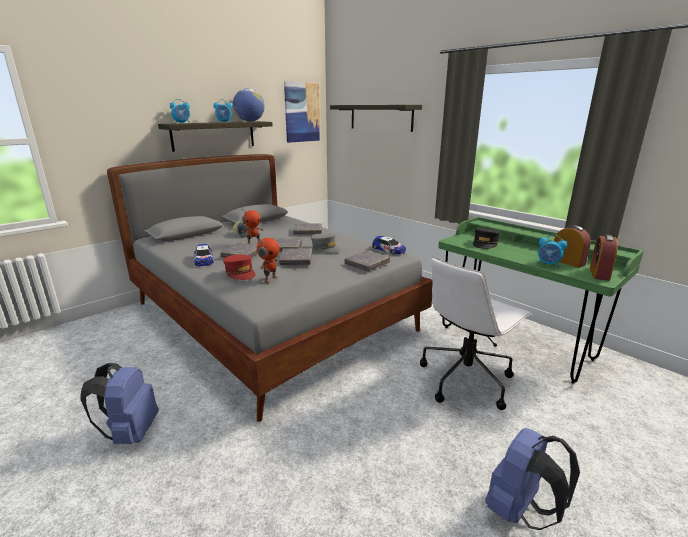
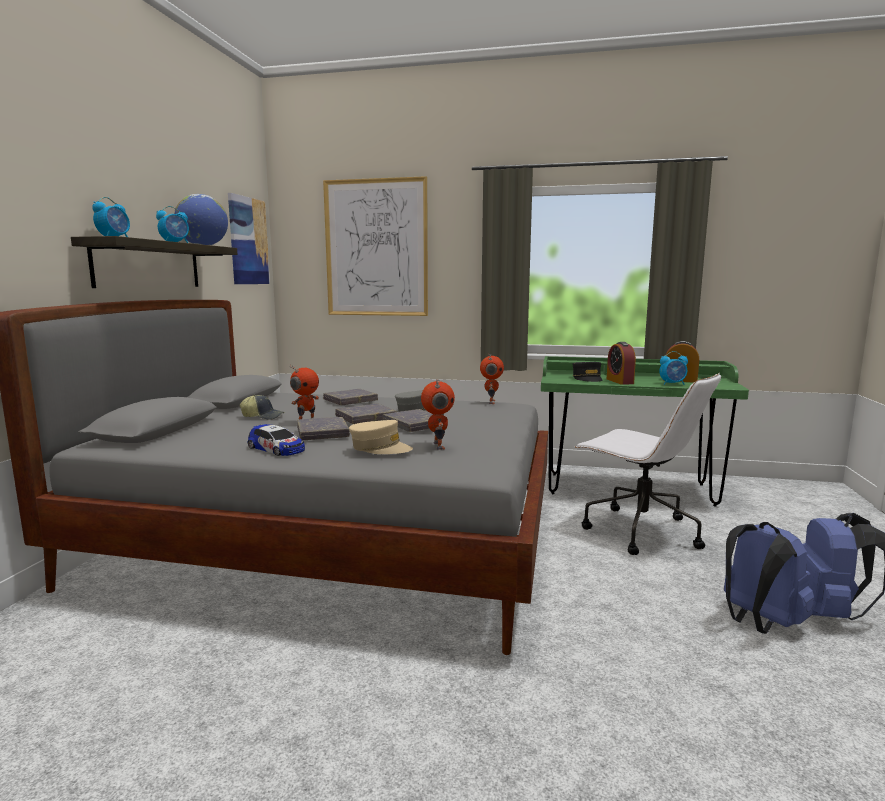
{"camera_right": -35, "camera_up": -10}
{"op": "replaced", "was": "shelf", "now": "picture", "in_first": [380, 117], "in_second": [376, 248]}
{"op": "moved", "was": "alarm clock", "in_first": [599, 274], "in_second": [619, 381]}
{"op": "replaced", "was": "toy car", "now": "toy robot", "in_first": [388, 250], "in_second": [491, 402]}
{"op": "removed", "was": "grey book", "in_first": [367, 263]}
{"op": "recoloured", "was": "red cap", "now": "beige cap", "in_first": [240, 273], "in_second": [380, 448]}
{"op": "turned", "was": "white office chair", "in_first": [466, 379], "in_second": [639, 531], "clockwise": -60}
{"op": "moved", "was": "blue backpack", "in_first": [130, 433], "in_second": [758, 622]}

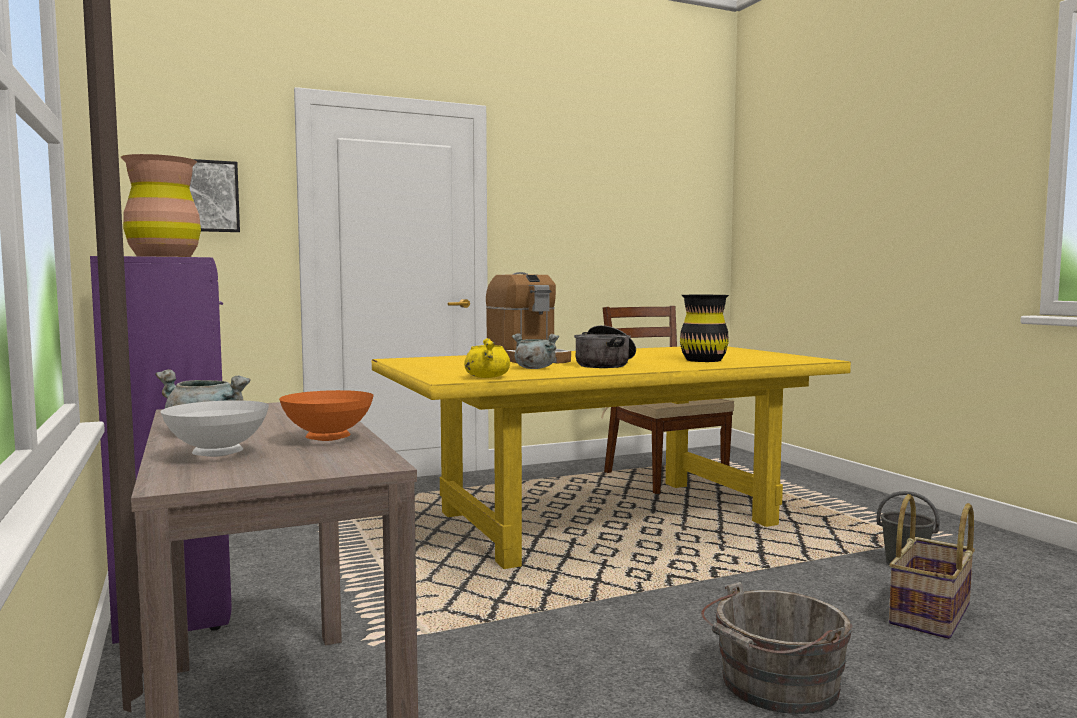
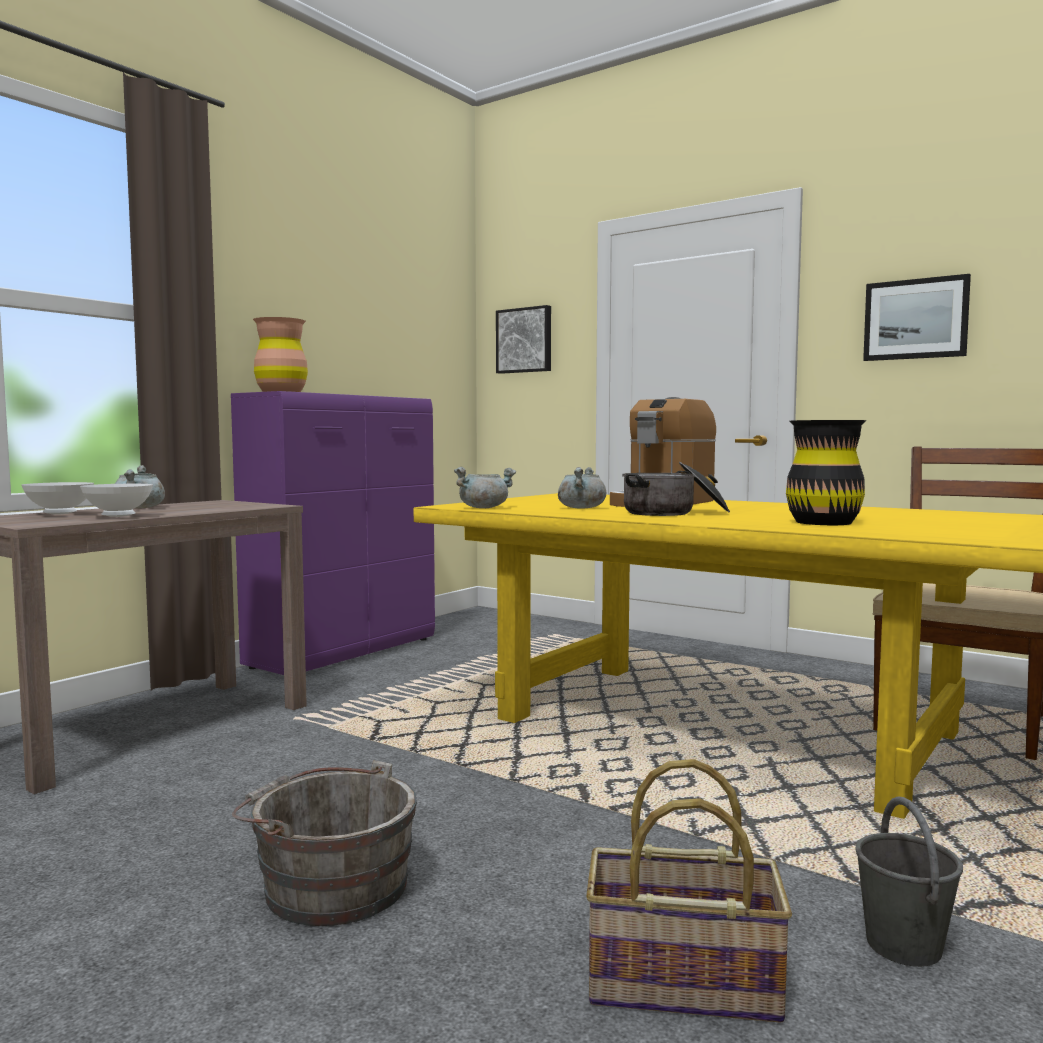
{"camera_right": 60, "camera_up": 0}
{"op": "recoloured", "was": "yellow cooking pot", "now": "grey cooking pot", "in_first": [486, 377], "in_second": [484, 508]}
{"op": "recoloured", "was": "orange bowl", "now": "white bowl", "in_first": [330, 439], "in_second": [119, 516]}
{"op": "added", "now": "picture", "in_second": [915, 319]}

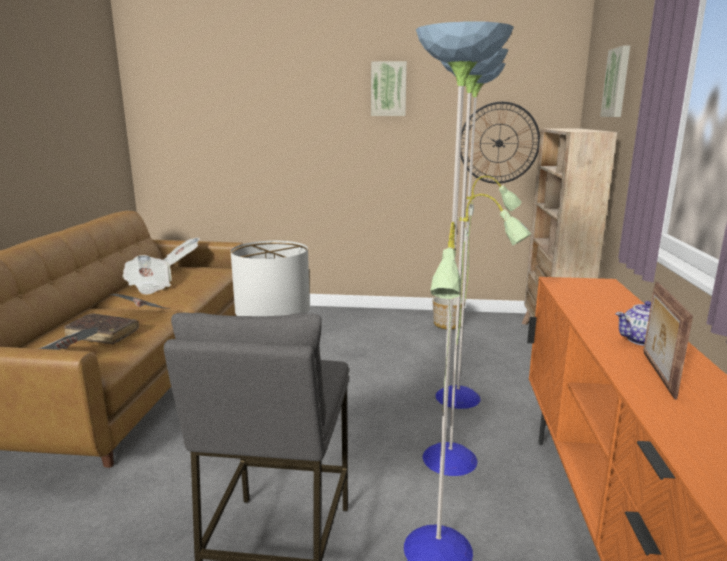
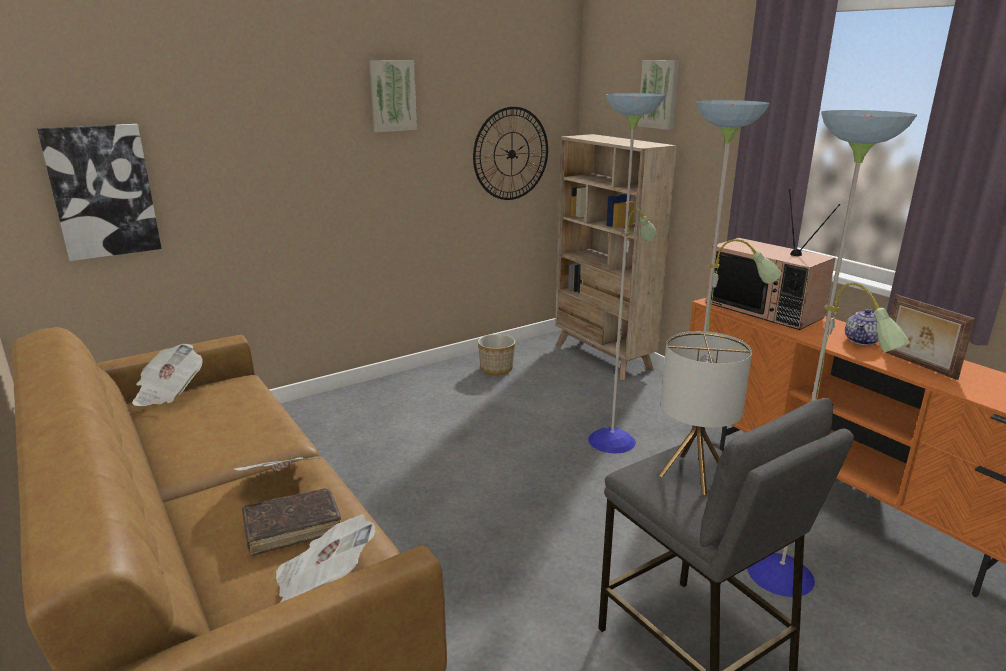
{"camera_right": -40, "camera_up": 5}
{"op": "removed", "was": "newspaper", "in_first": [149, 287]}
{"op": "added", "now": "picture", "in_second": [102, 191]}
{"op": "added", "now": "television", "in_second": [765, 310]}

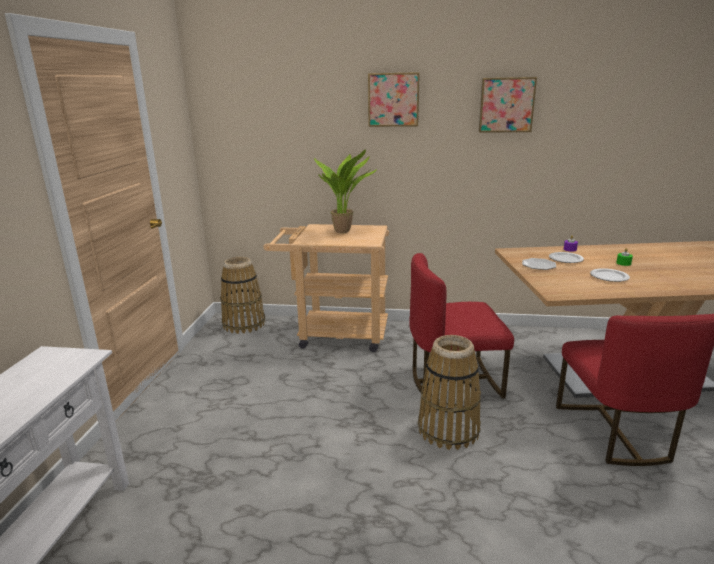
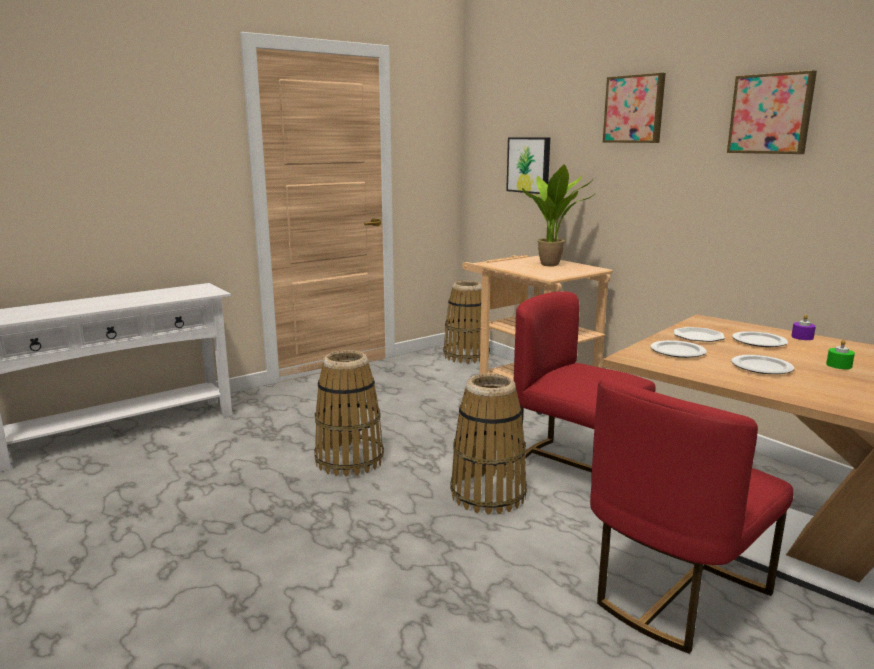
{"camera_right": 45, "camera_up": -5}
{"op": "added", "now": "picture", "in_second": [529, 165]}
{"op": "added", "now": "plate", "in_second": [678, 352]}
{"op": "added", "now": "basket", "in_second": [349, 460]}

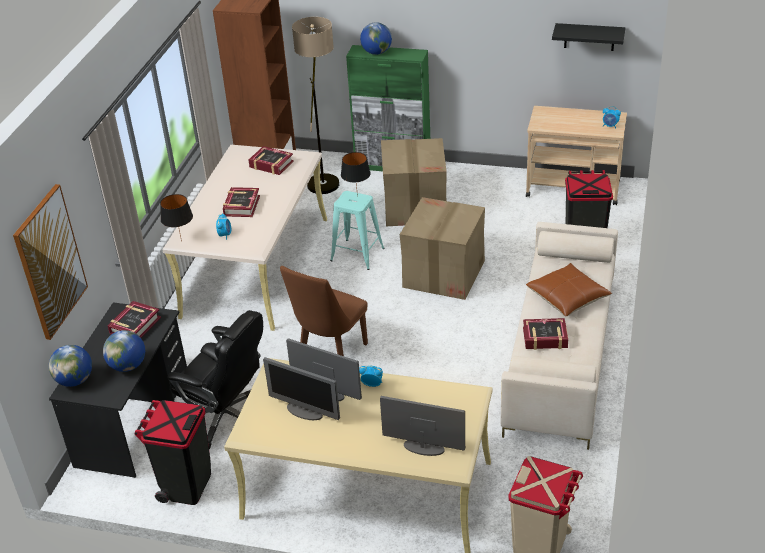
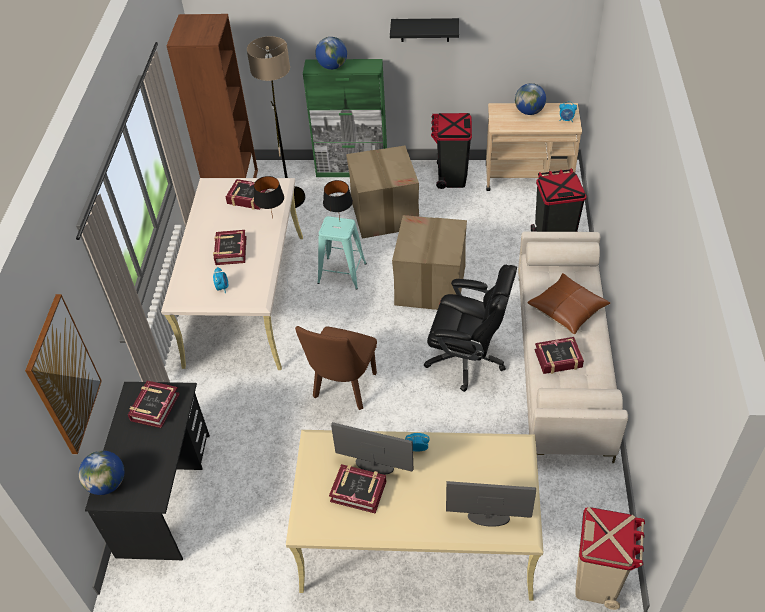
{"camera_right": -10, "camera_up": 10}
{"op": "moved", "was": "black shelf", "in_first": [589, 37], "in_second": [425, 30]}
{"op": "moved", "was": "black table lamp", "in_first": [181, 241], "in_second": [273, 219]}
{"op": "moved", "was": "black office chair", "in_first": [226, 418], "in_second": [467, 359]}
{"op": "moved", "was": "globe", "in_first": [128, 366], "in_second": [529, 111]}
{"op": "replaced", "was": "monitor", "now": "book", "in_first": [305, 411], "in_second": [358, 491]}
{"op": "moved", "was": "black trash can", "in_first": [186, 485], "in_second": [451, 177]}

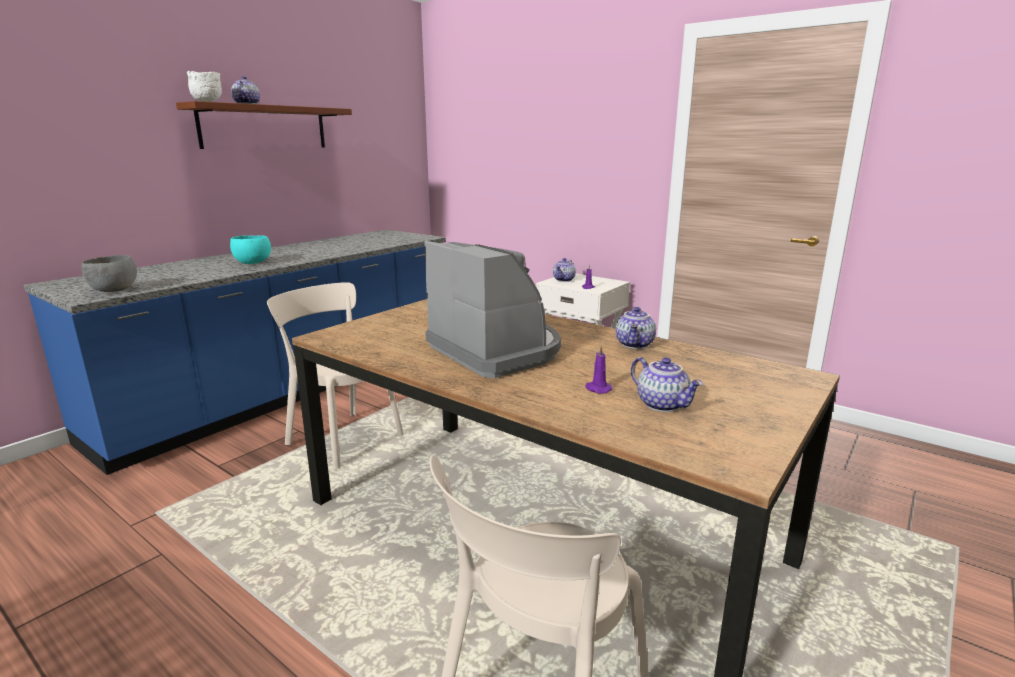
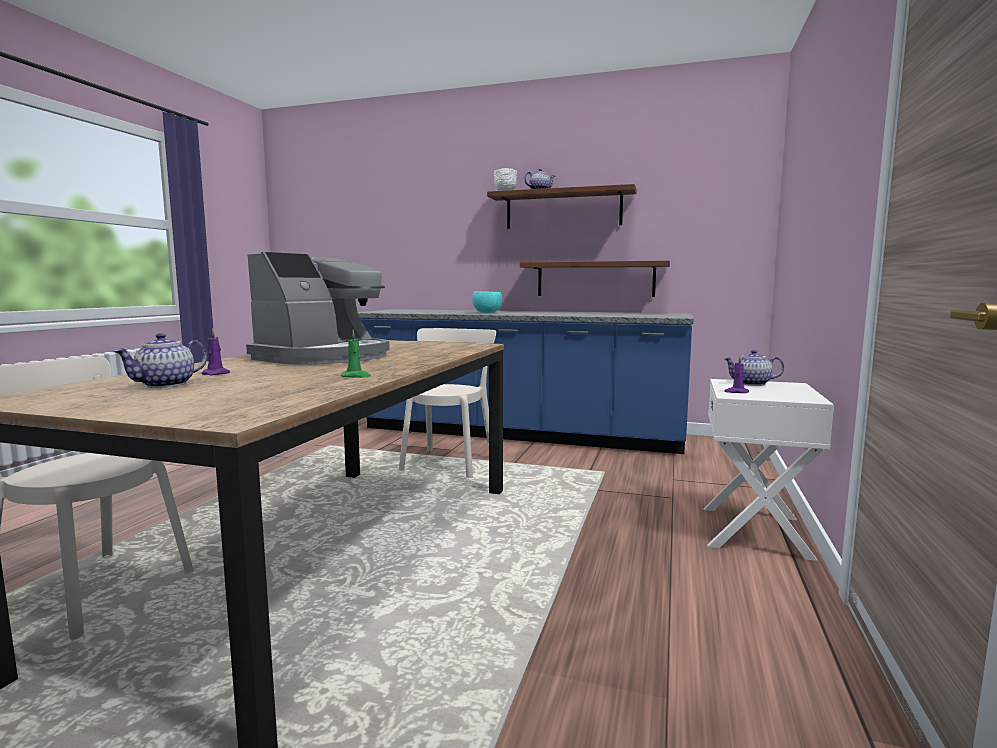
{"camera_right": 70, "camera_up": -10}
{"op": "removed", "was": "grey bowl", "in_first": [114, 291]}
{"op": "replaced", "was": "teapot", "now": "green candle", "in_first": [635, 345], "in_second": [356, 376]}
{"op": "added", "now": "brown shelf", "in_second": [595, 279]}

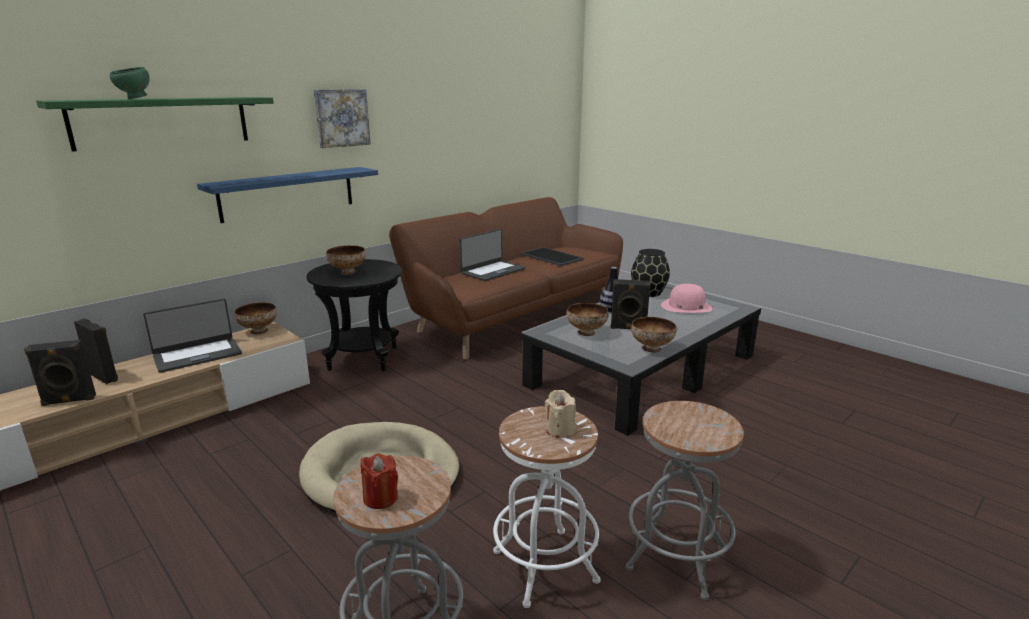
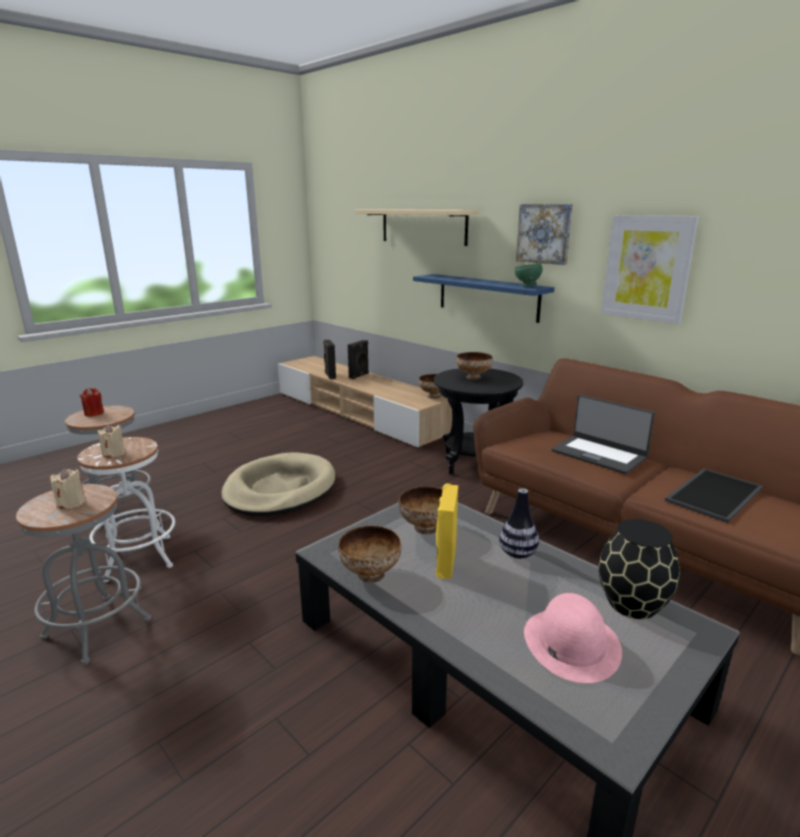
{"camera_right": 90, "camera_up": 0}
{"op": "moved", "was": "green bowl", "in_first": [135, 99], "in_second": [527, 287]}
{"op": "recoloured", "was": "green shelf", "now": "beige shelf", "in_first": [162, 122], "in_second": [423, 226]}
{"op": "recoloured", "was": "black speaker", "now": "yellow speaker", "in_first": [628, 328], "in_second": [445, 562]}
{"op": "removed", "was": "laptop", "in_first": [197, 355]}
{"op": "added", "now": "picture", "in_second": [647, 268]}
{"op": "added", "now": "beige candle", "in_second": [71, 503]}

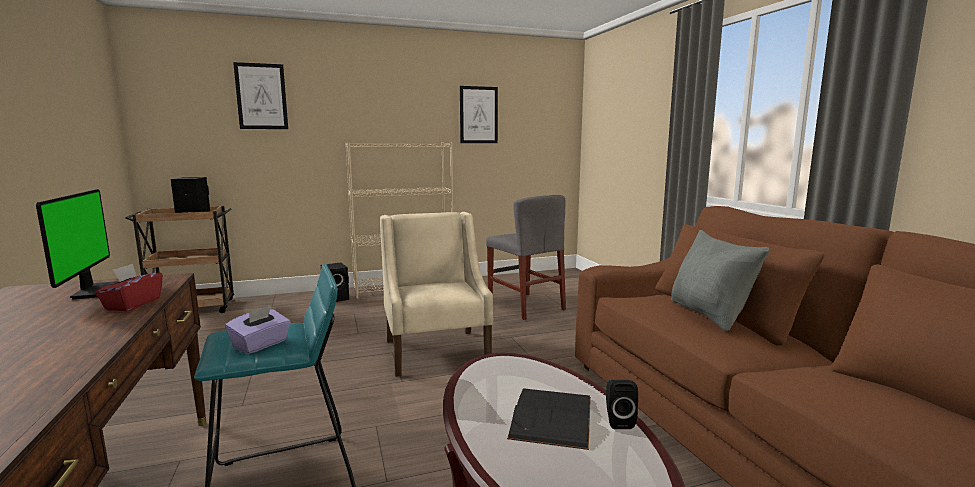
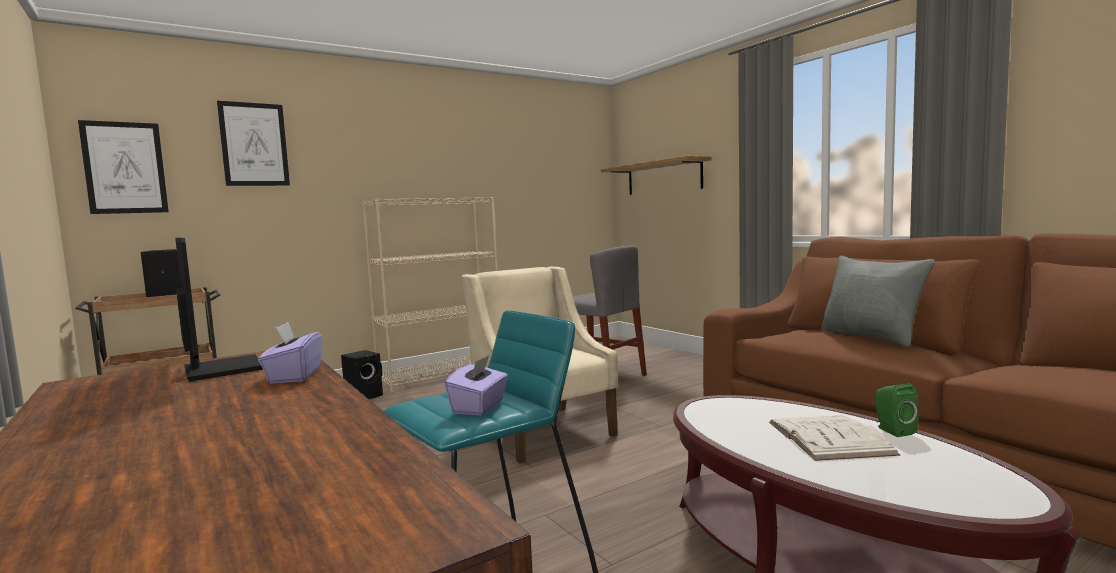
{"camera_right": -15, "camera_up": -5}
{"op": "moved", "was": "picture", "in_first": [478, 115], "in_second": [125, 168]}
{"op": "recoloured", "was": "red tissue box", "now": "purple tissue box", "in_first": [132, 304], "in_second": [294, 376]}
{"op": "recoloured", "was": "black speaker", "now": "green speaker", "in_first": [618, 421], "in_second": [892, 430]}
{"op": "recoloured", "was": "black book", "now": "white book", "in_first": [552, 417], "in_second": [829, 438]}
{"op": "added", "now": "shelf", "in_second": [663, 177]}

